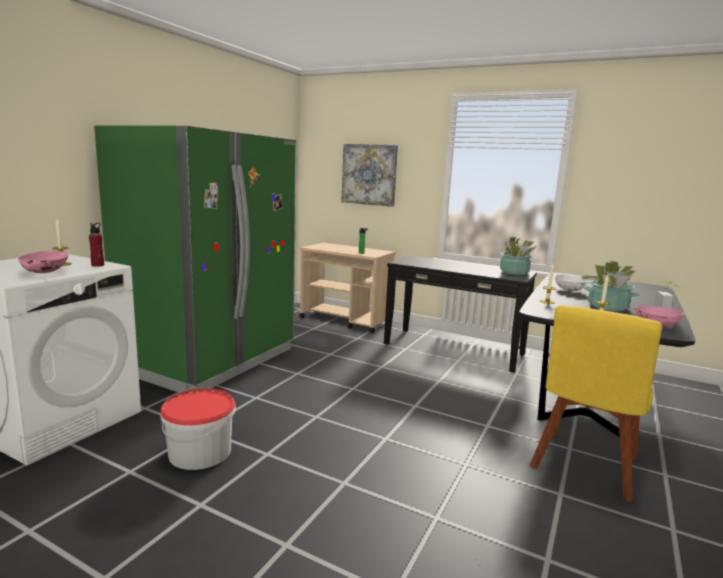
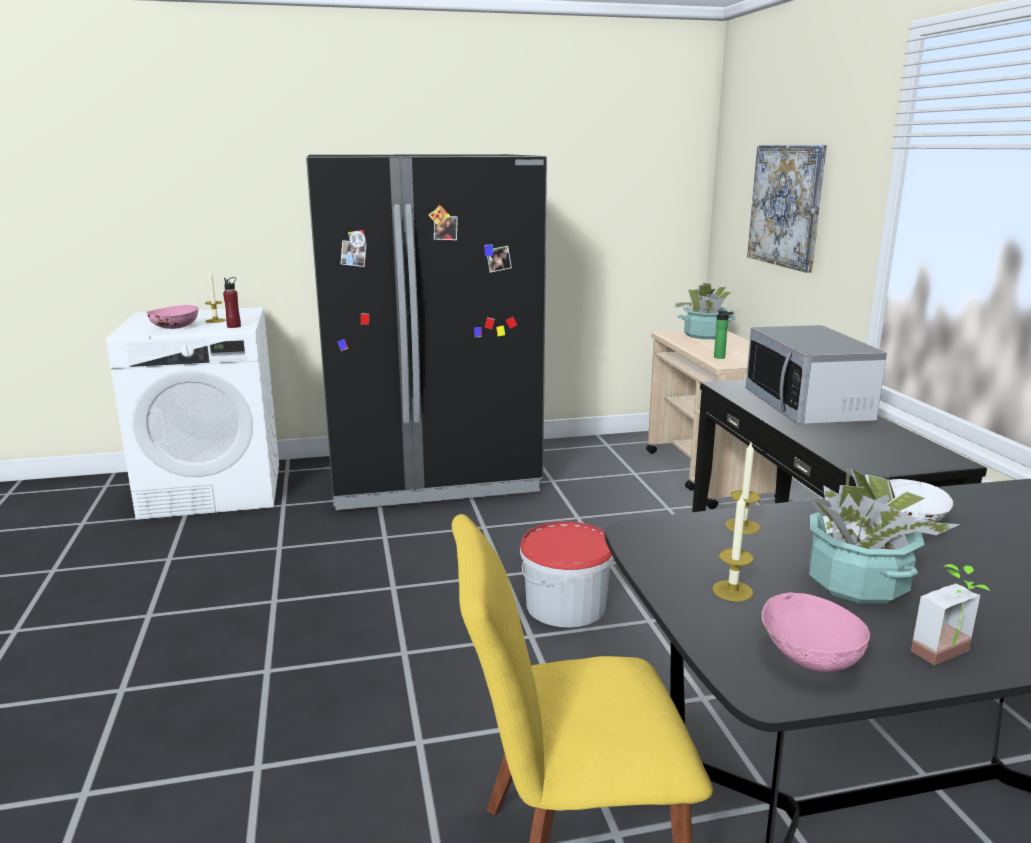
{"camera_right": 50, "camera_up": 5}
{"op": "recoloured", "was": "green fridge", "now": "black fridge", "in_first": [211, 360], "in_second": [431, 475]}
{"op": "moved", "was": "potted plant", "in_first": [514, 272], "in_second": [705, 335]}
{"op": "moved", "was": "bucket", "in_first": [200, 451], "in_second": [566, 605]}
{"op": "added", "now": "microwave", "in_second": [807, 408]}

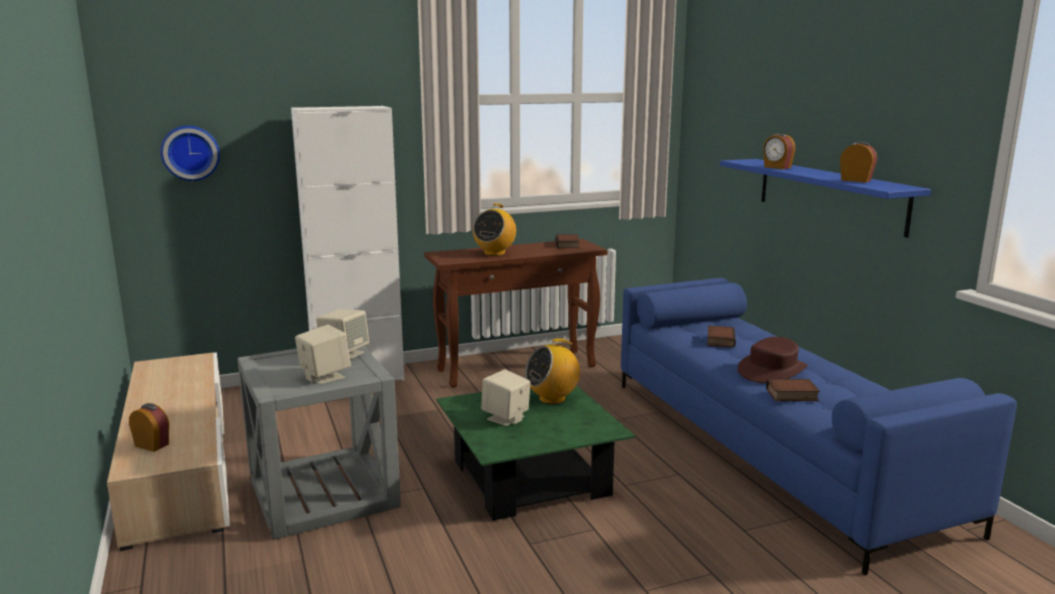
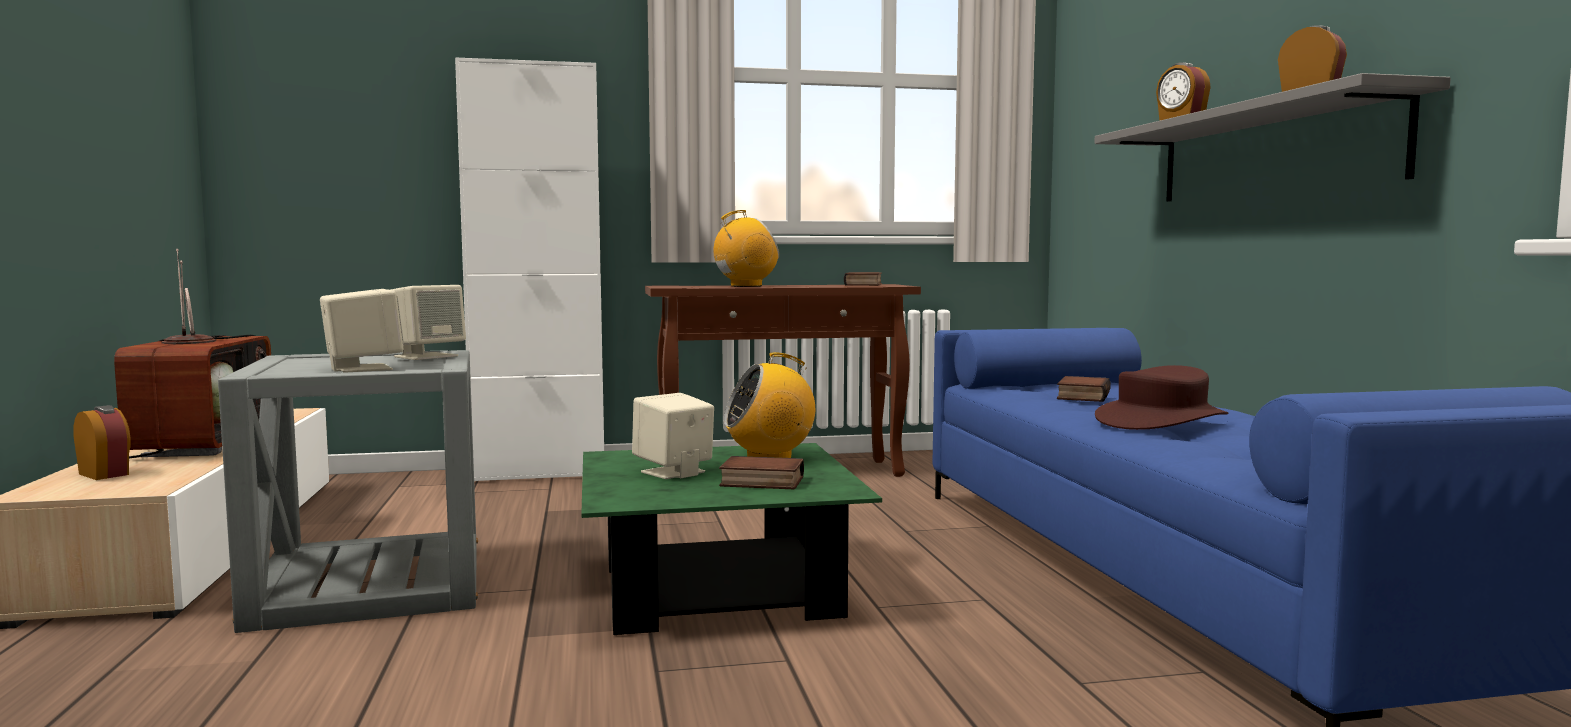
{"camera_right": 10, "camera_up": -10}
{"op": "removed", "was": "wall clock", "in_first": [190, 152]}
{"op": "recoloured", "was": "blue shelf", "now": "grey shelf", "in_first": [829, 194], "in_second": [1271, 152]}
{"op": "turned", "was": "radio", "in_first": [494, 253], "in_second": [745, 286], "clockwise": -150}
{"op": "moved", "was": "book", "in_first": [791, 395], "in_second": [760, 482]}
{"op": "added", "now": "television", "in_second": [200, 445]}

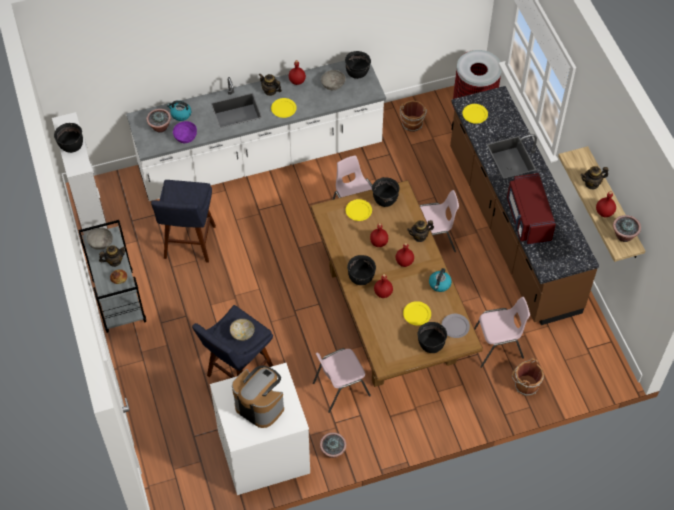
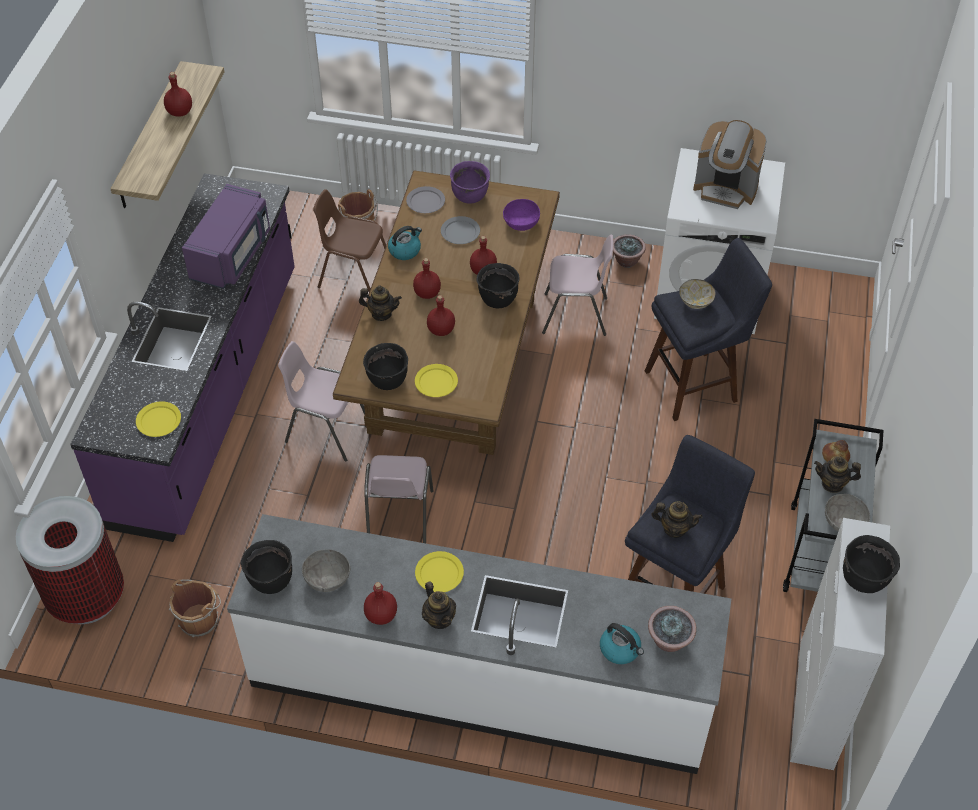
{"camera_right": -150, "camera_up": -5}
{"op": "recoloured", "was": "brown counter", "now": "purple counter", "in_first": [511, 230], "in_second": [209, 395]}
{"op": "moved", "was": "purple bowl", "in_first": [185, 136], "in_second": [521, 223]}
{"op": "moved", "was": "teapot", "in_first": [592, 184], "in_second": [674, 529]}
{"op": "recoloured", "was": "red microwave", "now": "purple microwave", "in_first": [528, 219], "in_second": [232, 255]}
{"op": "removed", "was": "potted plant", "in_first": [623, 235]}
{"op": "recoloured", "was": "pink chair", "now": "brown chair", "in_first": [497, 347], "in_second": [355, 277]}
{"op": "recoloured", "was": "yellow plate", "now": "grey plate", "in_first": [417, 314], "in_second": [460, 232]}
{"op": "recoloured", "was": "black cooking pot", "now": "purple cooking pot", "in_first": [431, 345], "in_second": [470, 196]}
{"op": "turned", "was": "coffee machine", "in_first": [259, 406], "in_second": [726, 189], "clockwise": -45}

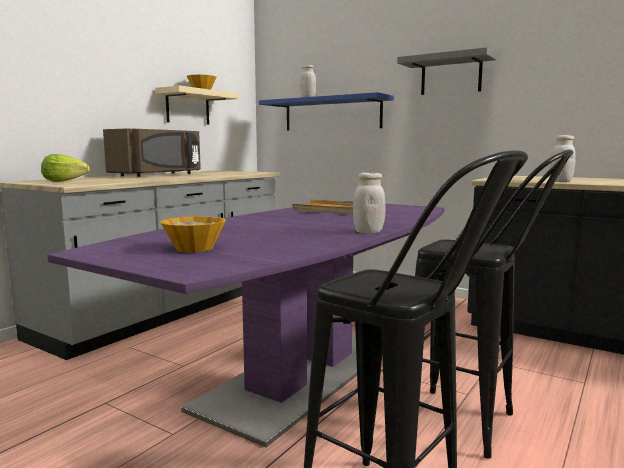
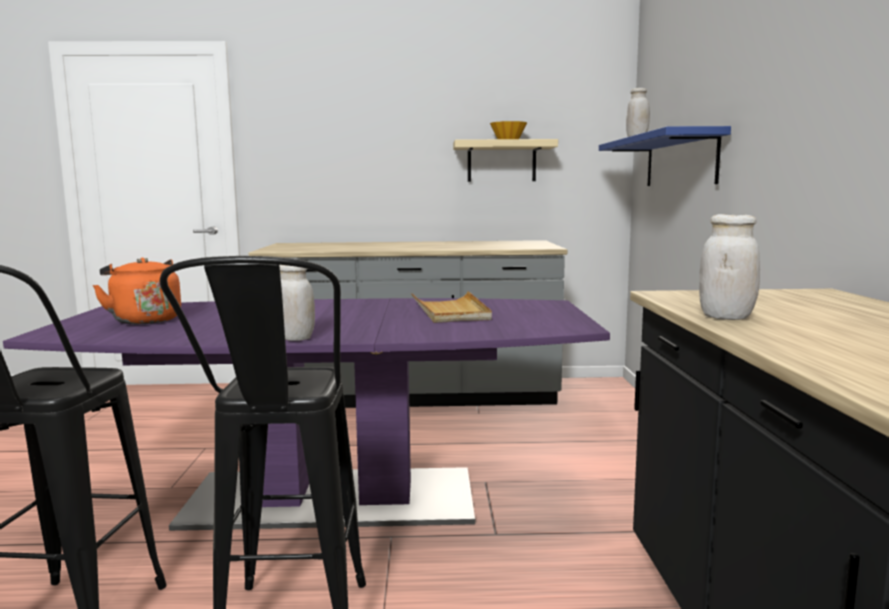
{"camera_right": 55, "camera_up": 0}
{"op": "removed", "was": "grey shelf", "in_first": [451, 75]}
{"op": "removed", "was": "brown microwave", "in_first": [158, 175]}
{"op": "removed", "was": "lettuce", "in_first": [64, 181]}
{"op": "replaced", "was": "bowl", "now": "orange kettle", "in_first": [194, 248], "in_second": [144, 320]}

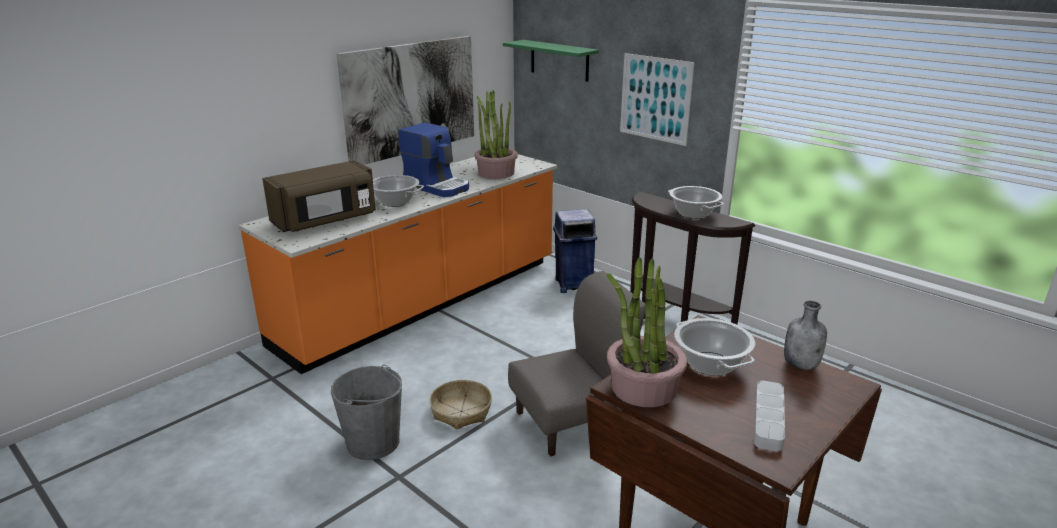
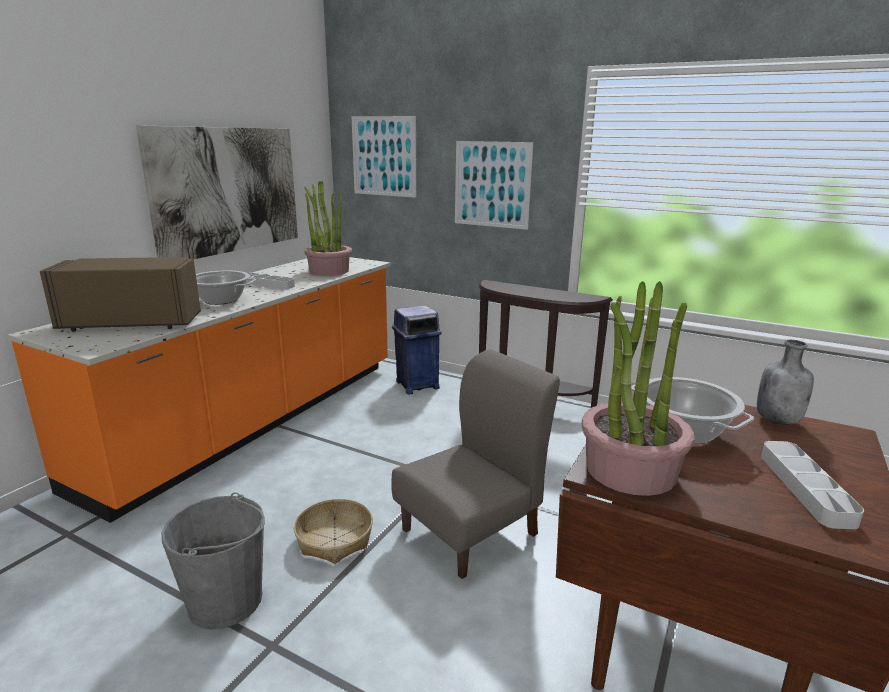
{"camera_right": -15, "camera_up": -5}
{"op": "replaced", "was": "green shelf", "now": "picture", "in_first": [559, 60], "in_second": [384, 156]}
{"op": "replaced", "was": "coffee machine", "now": "grey tray", "in_first": [437, 186], "in_second": [267, 284]}
{"op": "turned", "was": "brown microwave", "in_first": [325, 220], "in_second": [134, 322], "clockwise": -135}
{"op": "removed", "was": "cooking pot", "in_first": [693, 213]}

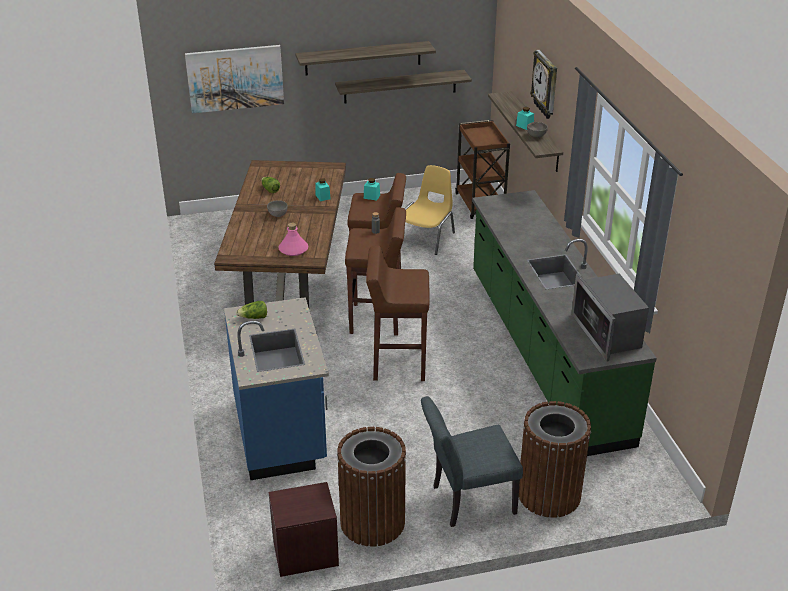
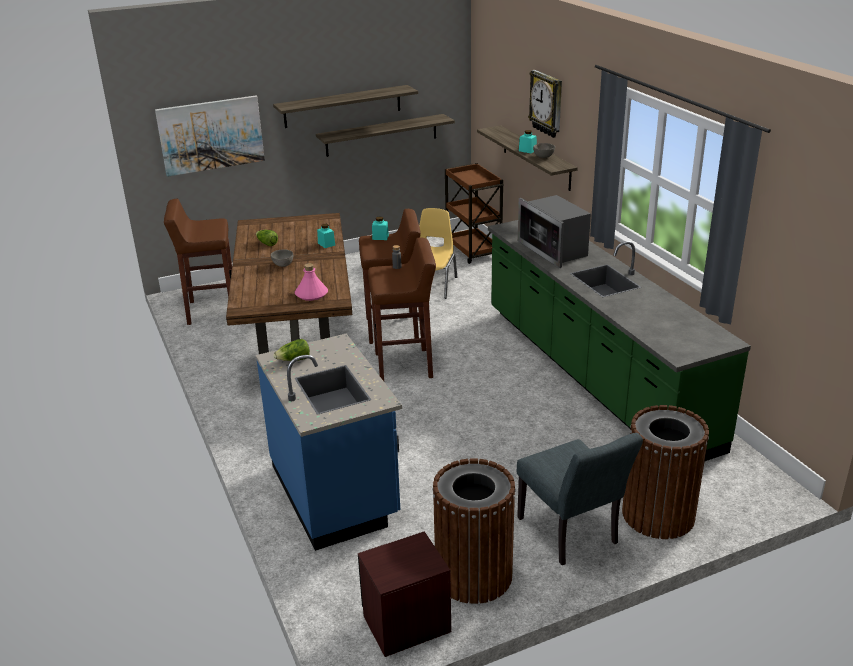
{"camera_right": -10, "camera_up": -5}
{"op": "moved", "was": "brown stool", "in_first": [398, 364], "in_second": [211, 311]}
{"op": "moved", "was": "microwave", "in_first": [607, 333], "in_second": [554, 250]}
{"op": "turned", "was": "grey chair", "in_first": [467, 501], "in_second": [571, 535], "clockwise": -90}

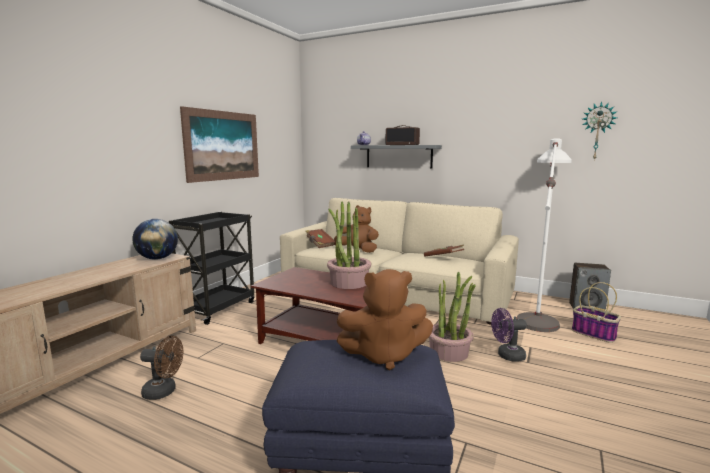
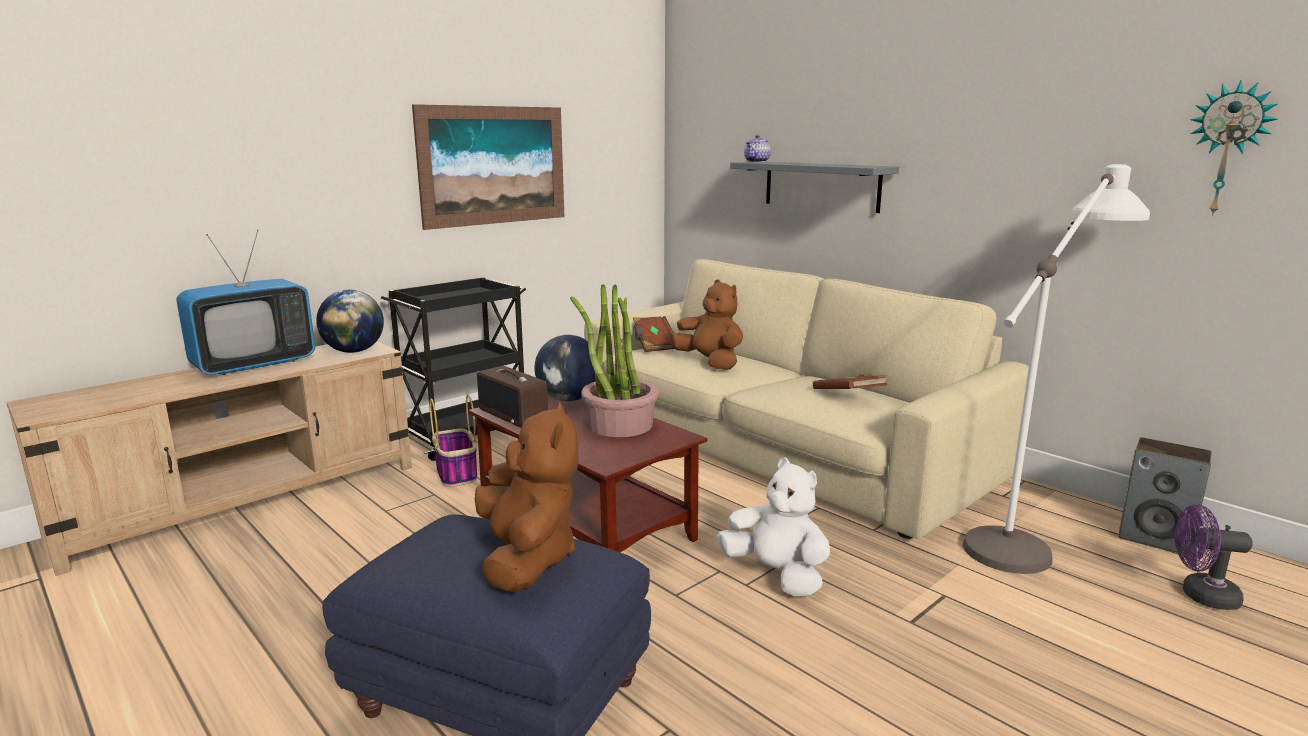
{"camera_right": 20, "camera_up": 5}
{"op": "moved", "was": "radio", "in_first": [402, 145], "in_second": [514, 415]}
{"op": "turned", "was": "brown plush toy", "in_first": [384, 355], "in_second": [527, 559], "clockwise": -120}
{"op": "replaced", "was": "potted plant", "now": "white plush toy", "in_first": [449, 352], "in_second": [776, 575]}
{"op": "moved", "was": "basket", "in_first": [594, 334], "in_second": [457, 474]}
{"op": "moved", "was": "purple fan", "in_first": [507, 356], "in_second": [1201, 596]}
{"op": "removed", "was": "brown fan", "in_first": [164, 391]}
{"op": "added", "now": "television", "in_second": [254, 364]}
{"op": "added", "now": "globe", "in_second": [569, 399]}

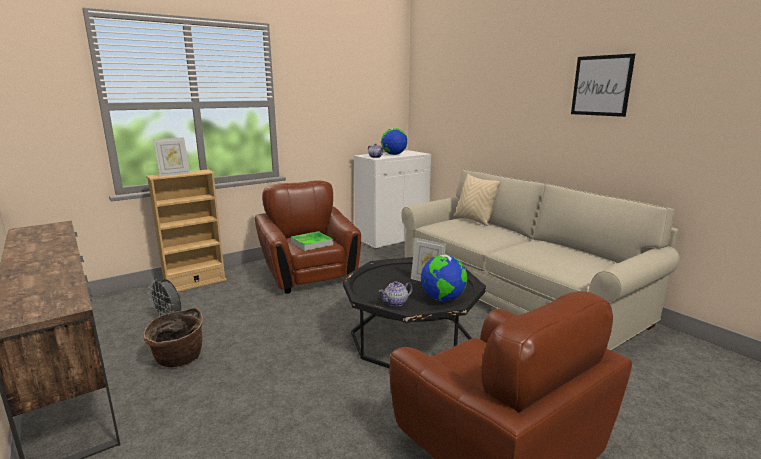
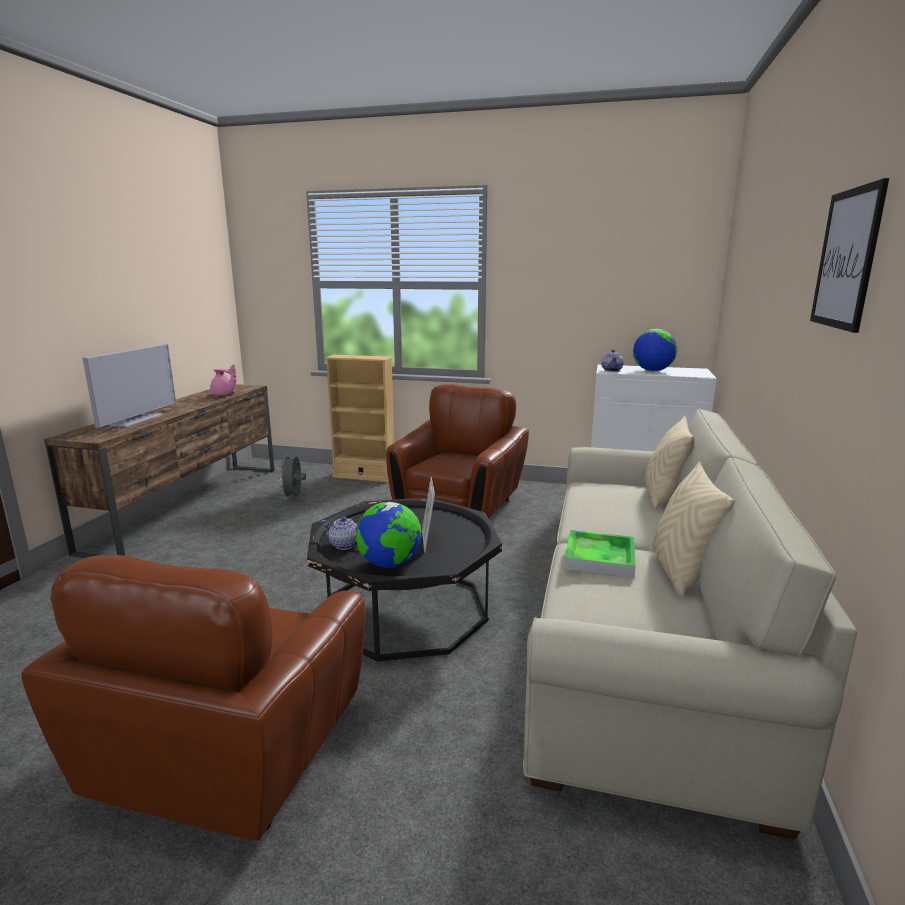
{"camera_right": 50, "camera_up": 0}
{"op": "removed", "was": "picture frame", "in_first": [174, 174]}
{"op": "moved", "was": "tray", "in_first": [312, 243], "in_second": [599, 558]}
{"op": "removed", "was": "basket", "in_first": [178, 360]}
{"op": "added", "now": "television", "in_second": [137, 420]}
{"op": "added", "now": "pink teapot", "in_second": [224, 395]}
{"op": "added", "now": "beige pillow", "in_second": [680, 572]}

